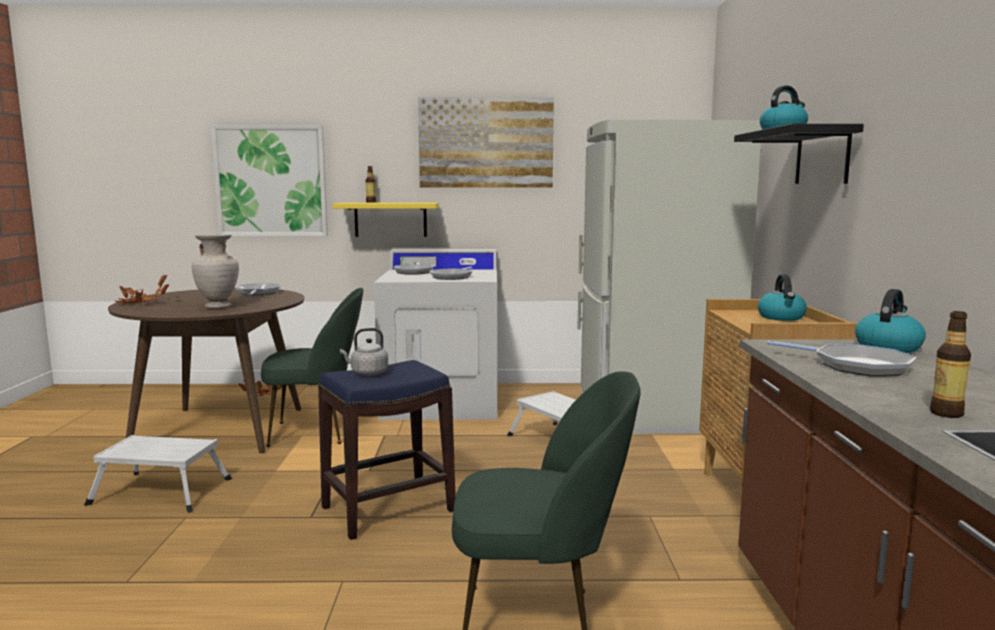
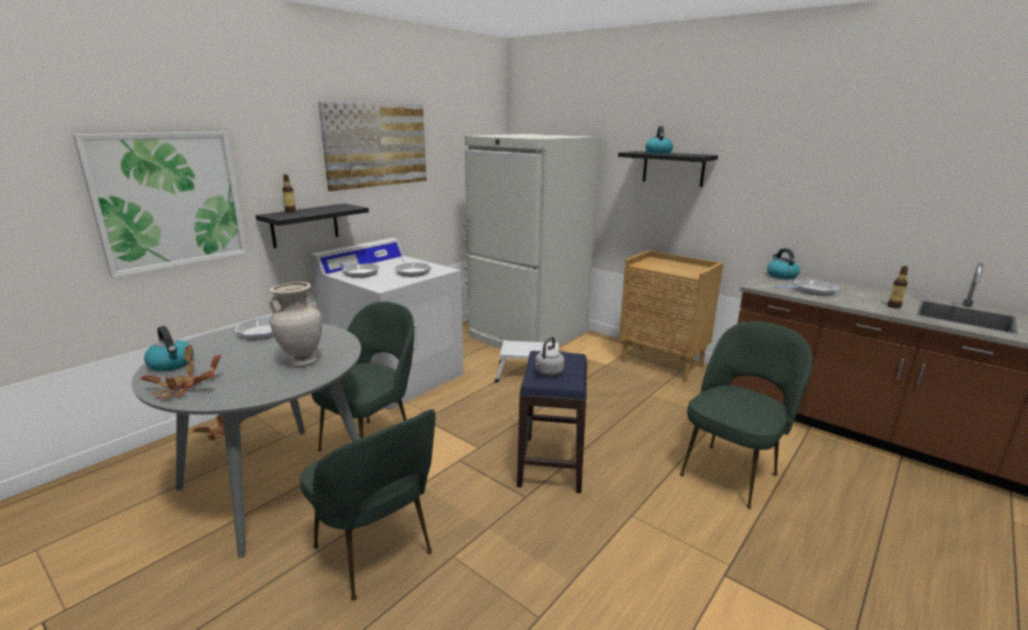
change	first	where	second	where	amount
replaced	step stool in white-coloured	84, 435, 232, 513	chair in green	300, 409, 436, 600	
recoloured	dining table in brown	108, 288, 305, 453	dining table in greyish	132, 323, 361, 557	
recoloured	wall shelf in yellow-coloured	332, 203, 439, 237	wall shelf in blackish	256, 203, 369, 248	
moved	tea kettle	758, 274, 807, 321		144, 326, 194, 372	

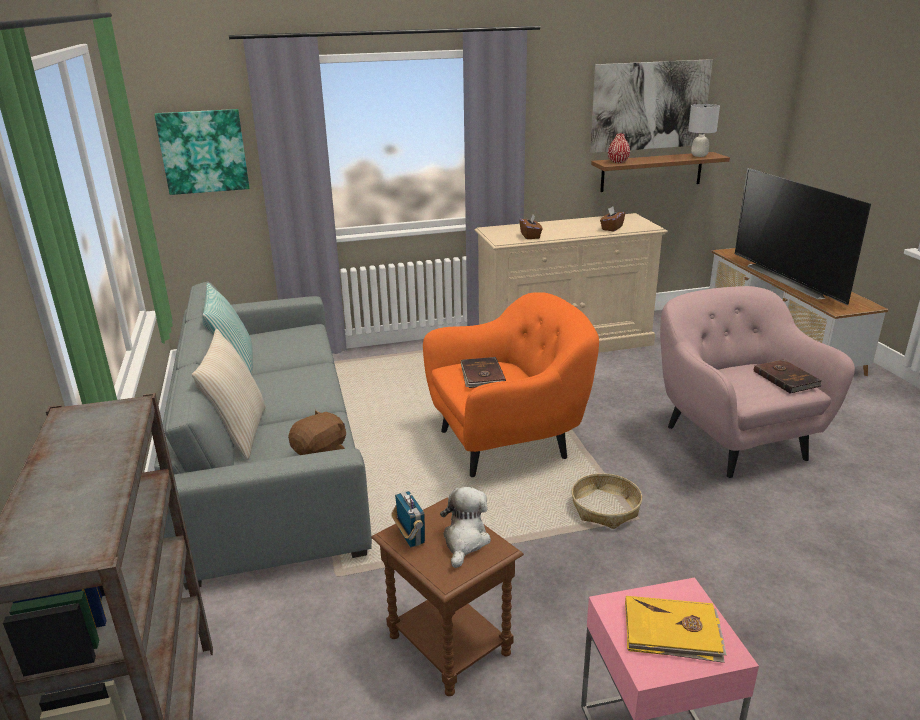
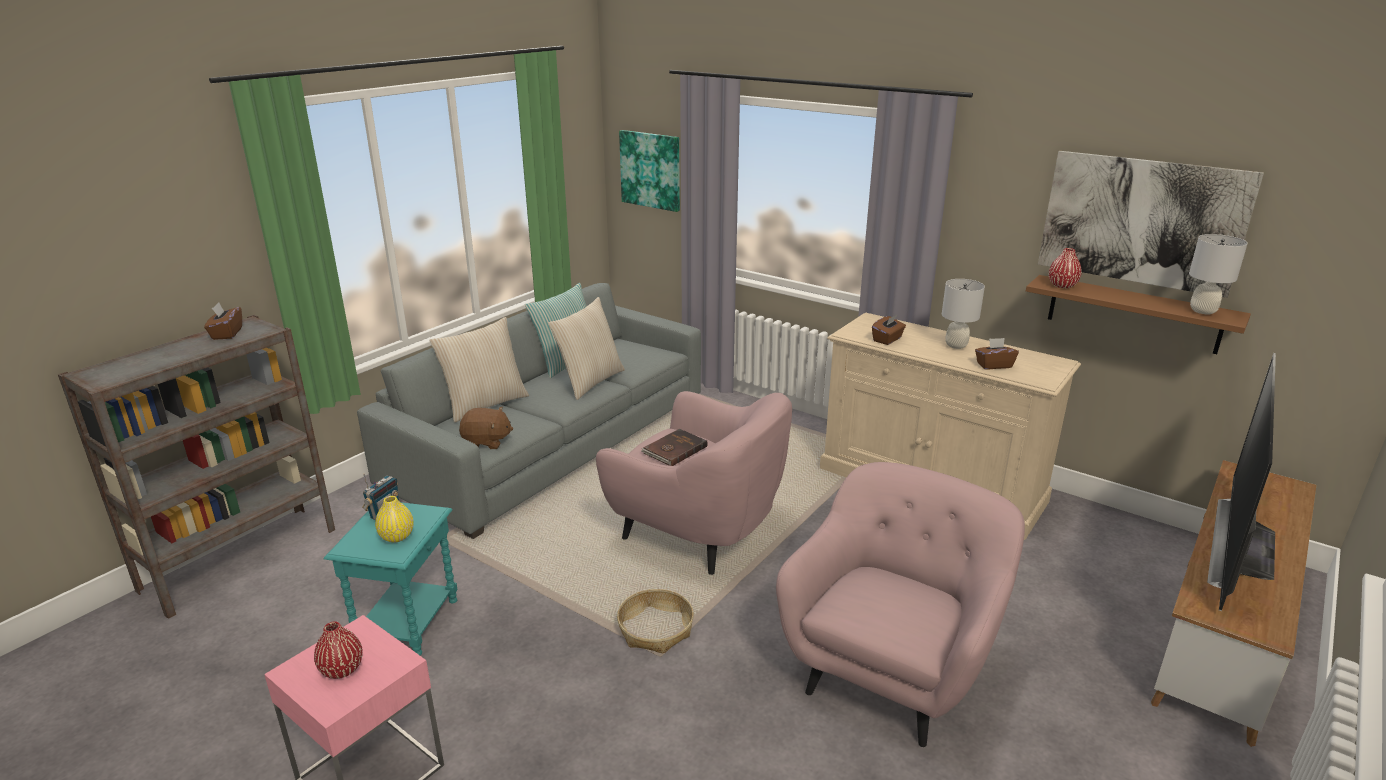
change	first	where	second	where	amount
recoloured	accent table in brown	371, 498, 524, 696	accent table in turquoise	324, 502, 457, 655	
recoloured	armchair in orange	423, 292, 599, 477	armchair in pink	596, 391, 792, 575	
replaced	plush toy	440, 487, 491, 568	vase in yellow-coloured	375, 496, 414, 542	
replaced	bound book in yellow-coloured	625, 596, 727, 663	vase in red	314, 621, 363, 679	
removed	bound book in brown	754, 359, 822, 394			
added			tissue box in brown	204, 302, 242, 340	
added			throw pillow in sand-coloured	548, 297, 625, 400	
added			tabletop lamp in greyish	942, 279, 985, 349	

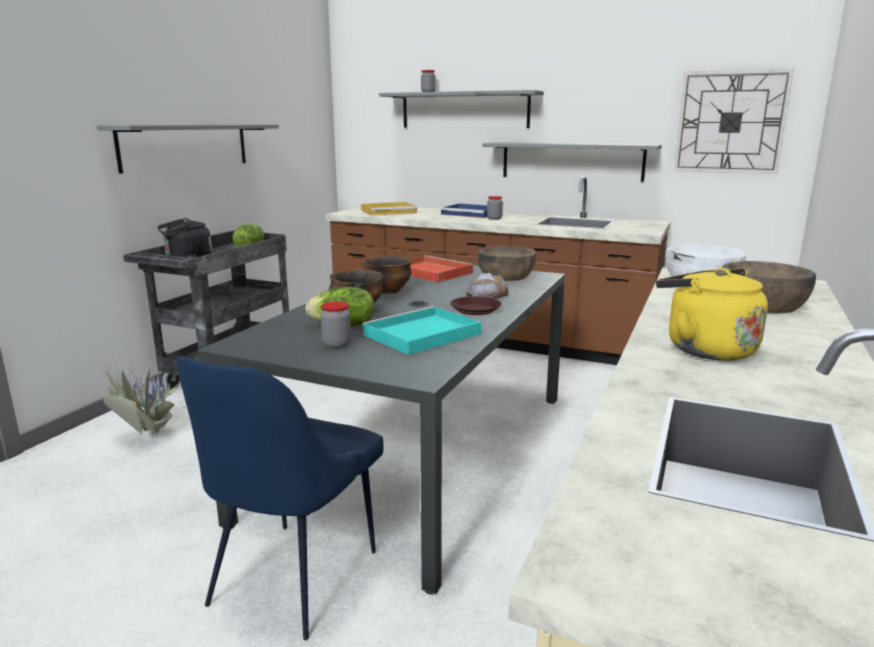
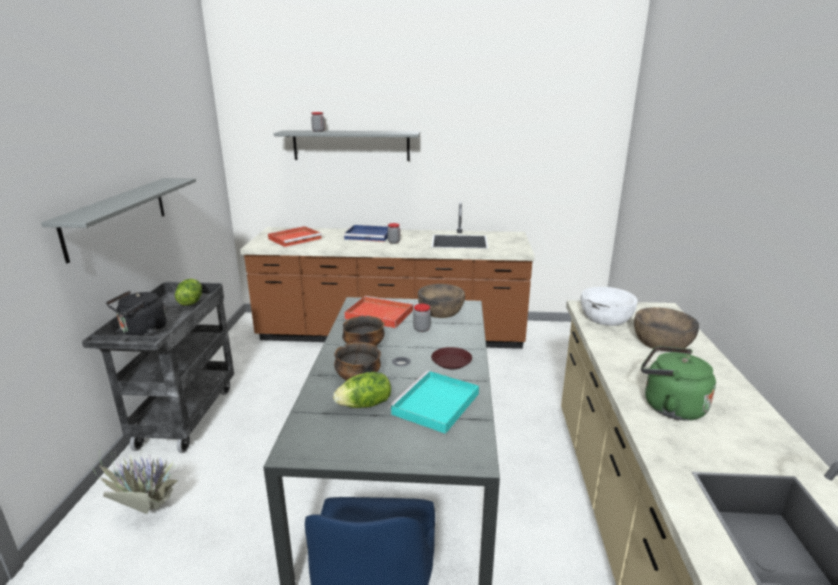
change	first	where	second	where	amount
moved	jar	321, 301, 351, 348		413, 304, 431, 332	
recoloured	tray in yellow-coloured	361, 202, 417, 215	tray in red	268, 226, 322, 247	
removed	bread	466, 273, 510, 299			
removed	wall shelf in greyish	482, 142, 662, 182			
recoloured	tea kettle in yellow-coloured	656, 268, 768, 360	tea kettle in green	641, 346, 716, 420	
removed	wall clock	674, 69, 794, 174			

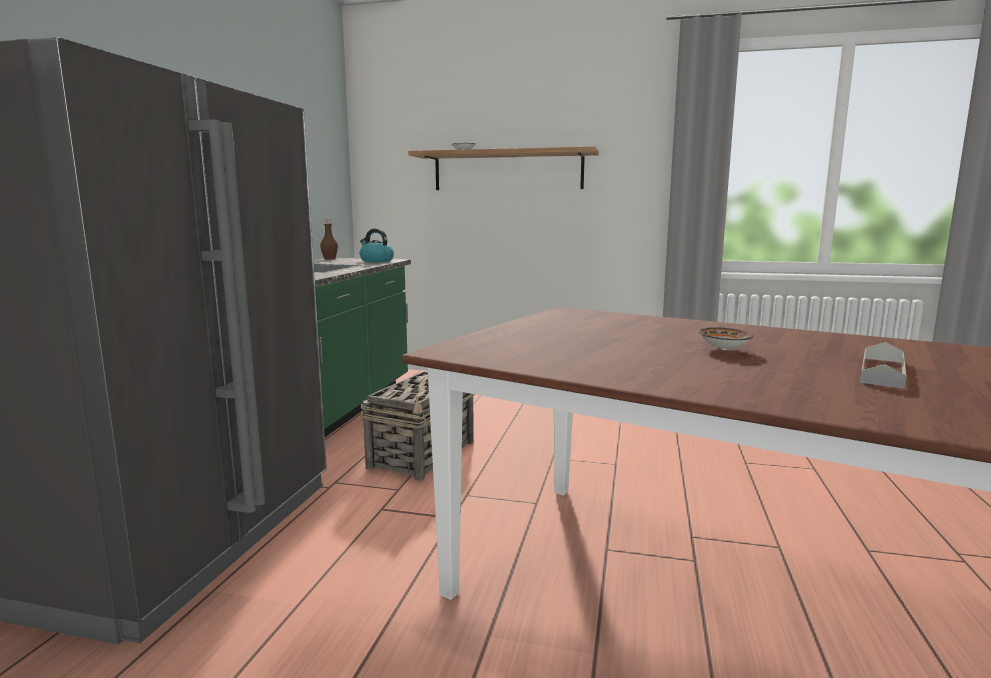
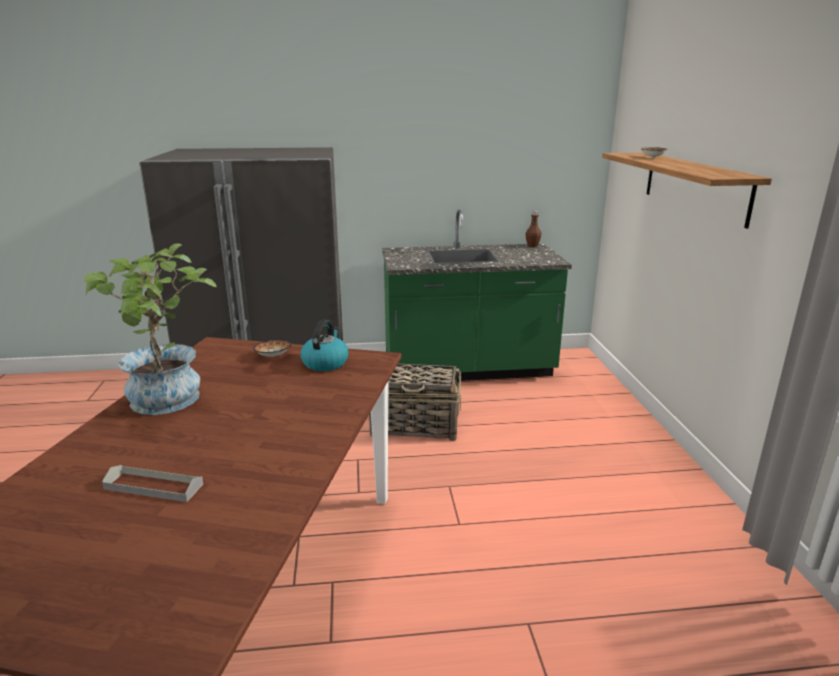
change	first	where	second	where	amount
moved	tea kettle	360, 228, 394, 262		300, 320, 349, 371	
moved	bowl	698, 327, 753, 350		253, 340, 292, 357	
added			potted plant	84, 243, 217, 415	

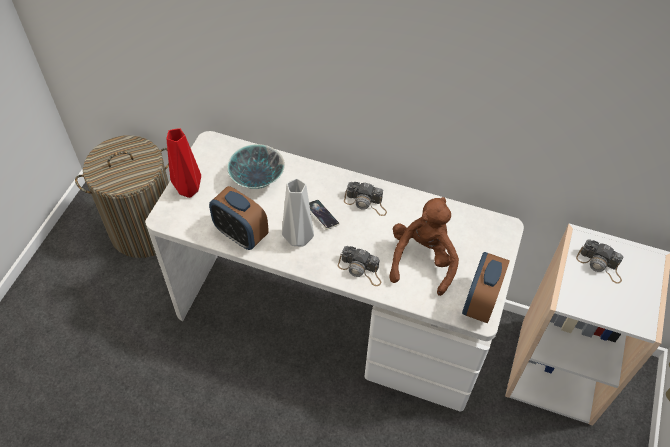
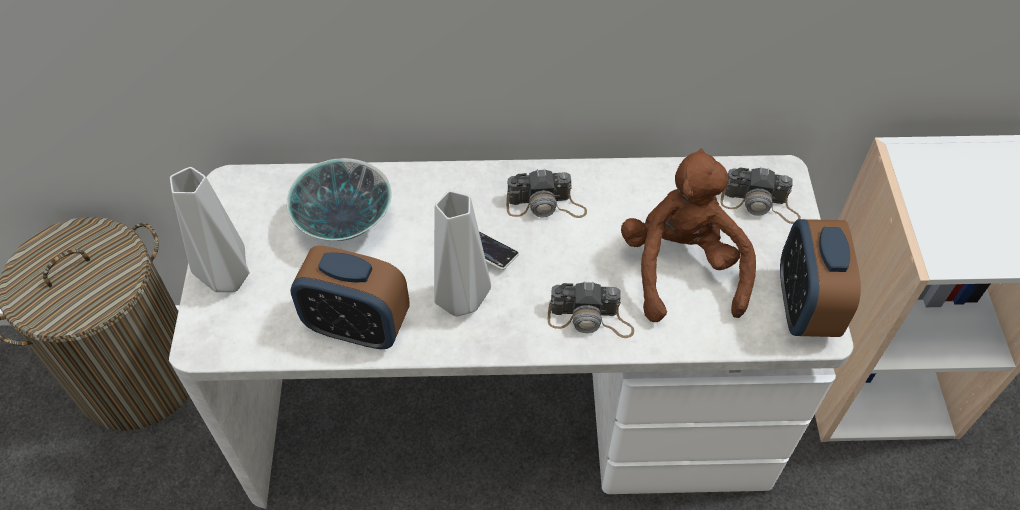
change	first	where	second	where	amount
recoloured	vase in red	167, 128, 201, 198	vase in greyish	170, 167, 250, 292	
moved	photo camera	576, 240, 623, 284		720, 167, 801, 224	

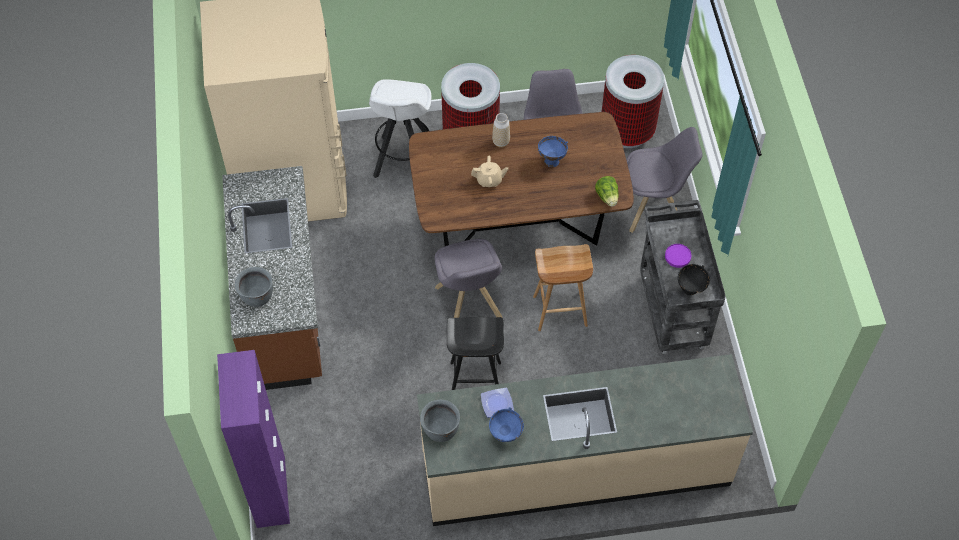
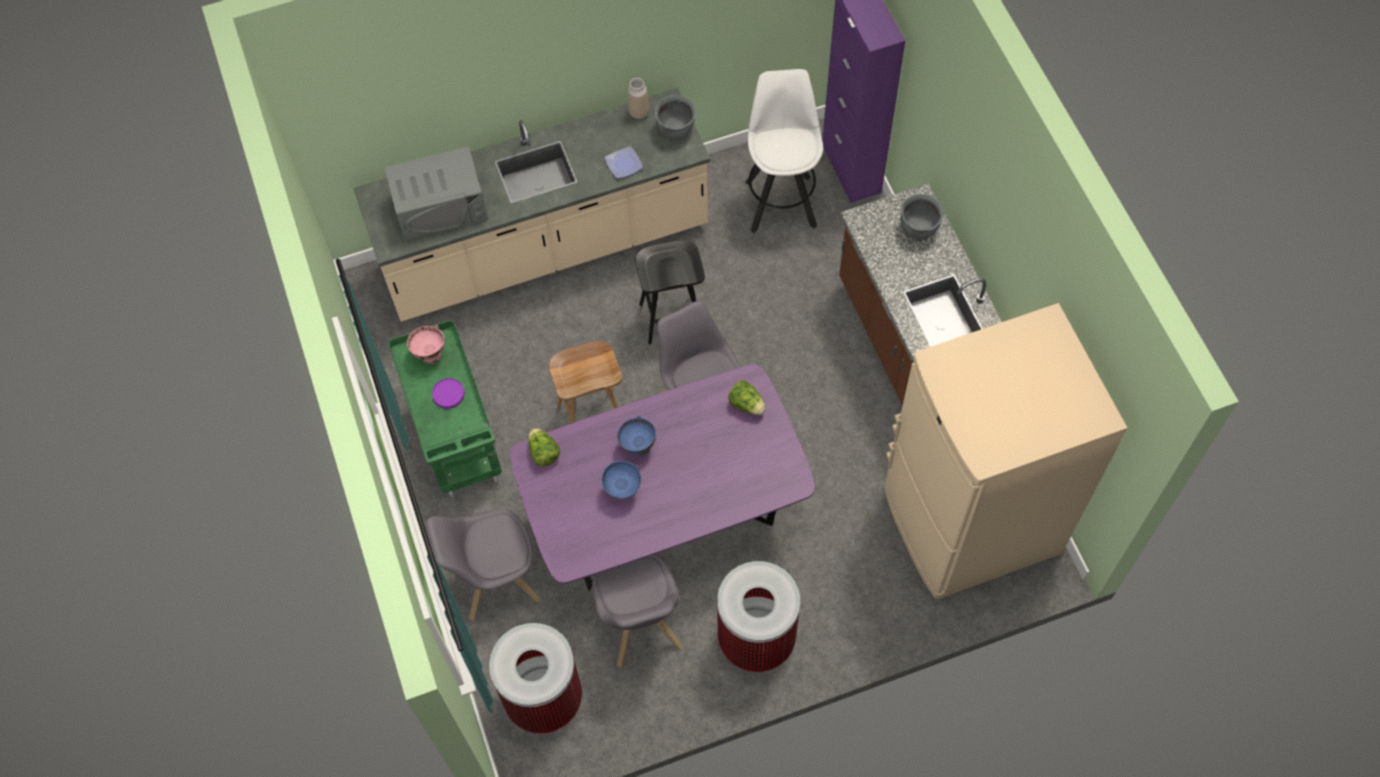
change	first	where	second	where	amount
moved	stool in white-coloured	369, 79, 431, 178		745, 69, 823, 233	
recoloured	dining table in brown	409, 112, 634, 246	dining table in purplish	510, 364, 815, 591	
removed	tea pot in sand-coloured	471, 156, 508, 187			
moved	bowl in bluish	489, 407, 524, 442		617, 415, 656, 456	
moved	vase	492, 113, 510, 147		628, 78, 649, 119	
recoloured	trolley in blackish	640, 200, 726, 354	trolley in green	388, 320, 502, 498	
recoloured	bowl in blackish	678, 264, 710, 295	bowl in pink	407, 325, 445, 364	
added			microwave in greyish	385, 146, 488, 240	
added			lettuce	728, 380, 765, 415	

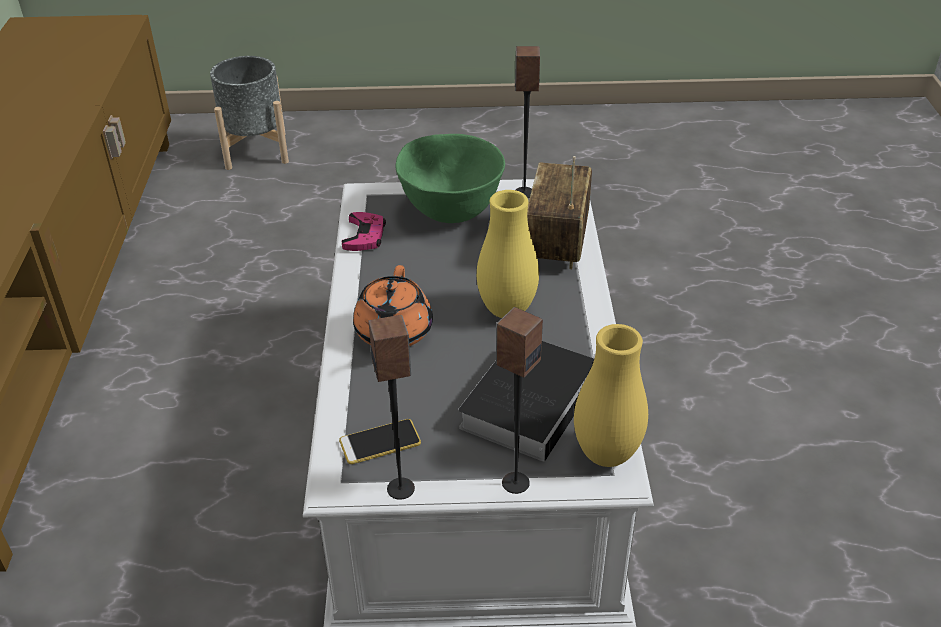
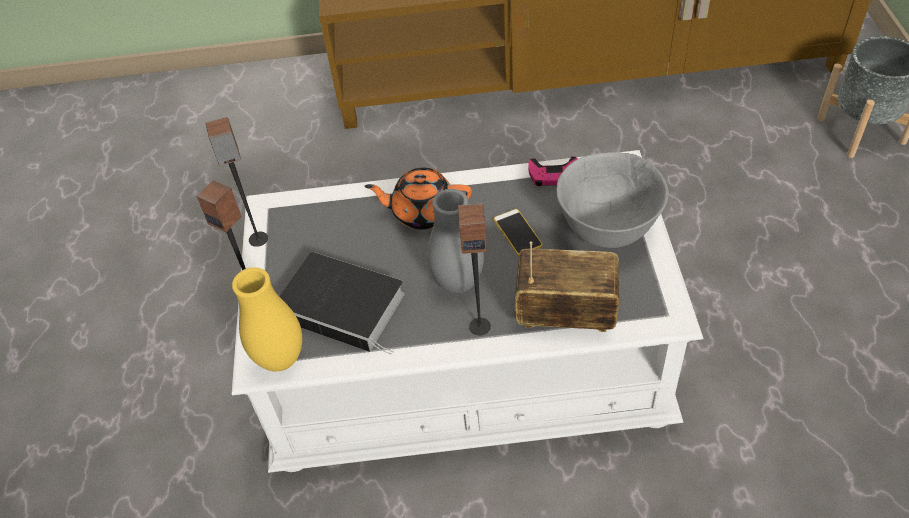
change	first	where	second	where	amount
moved	telephone	339, 419, 421, 464		494, 209, 543, 255	
recoloured	bowl in green	396, 134, 505, 223	bowl in greyish	557, 152, 669, 248	
recoloured	vase in yellow-coloured	477, 190, 539, 318	vase in greyish	427, 189, 484, 293	
moved	speaker	515, 46, 540, 198		458, 203, 491, 335	

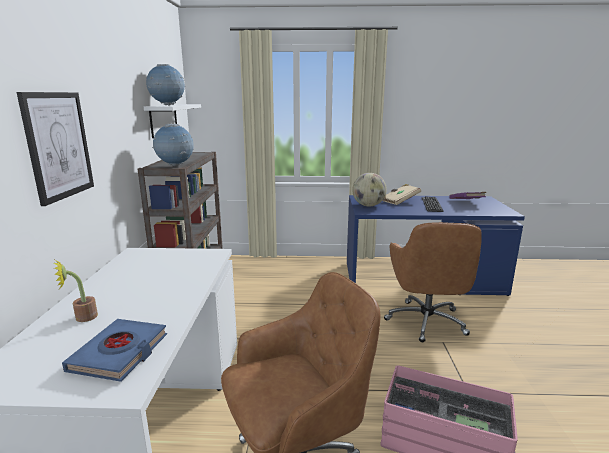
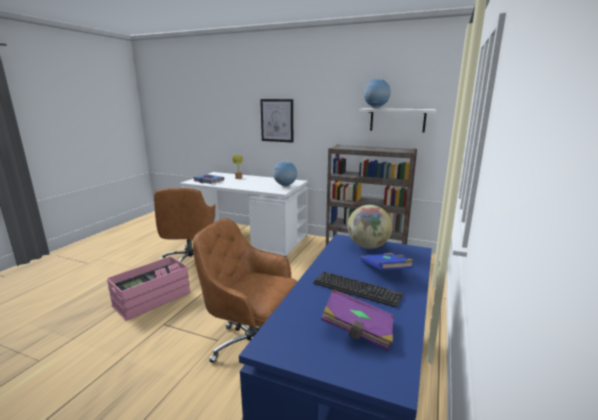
change	first	where	second	where	amount
moved	world globe	152, 124, 194, 166		273, 161, 297, 187	
recoloured	bound book in sand-coloured	383, 184, 421, 205	bound book in bluish	361, 253, 413, 270	

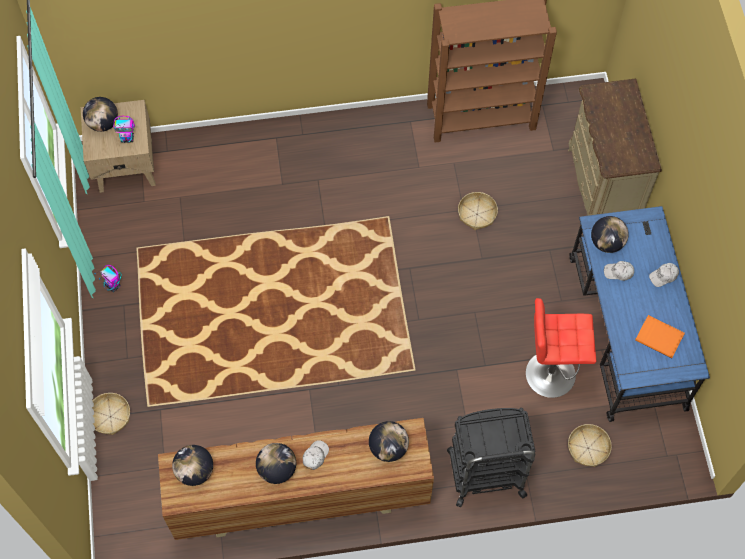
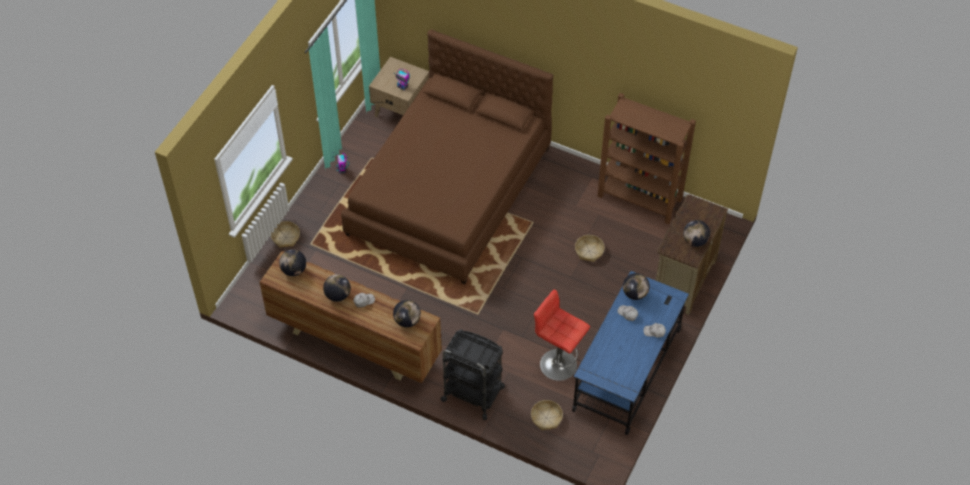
change	first	where	second	where	amount
moved	world globe	83, 97, 118, 132		683, 220, 710, 247	
removed	bound book in orange	635, 315, 685, 359			
added			bedroom bed in brown	341, 29, 553, 284	

